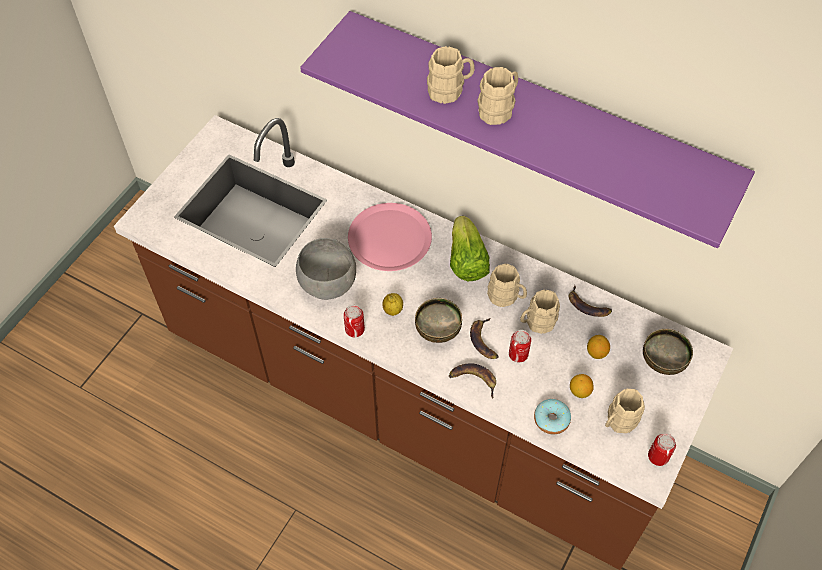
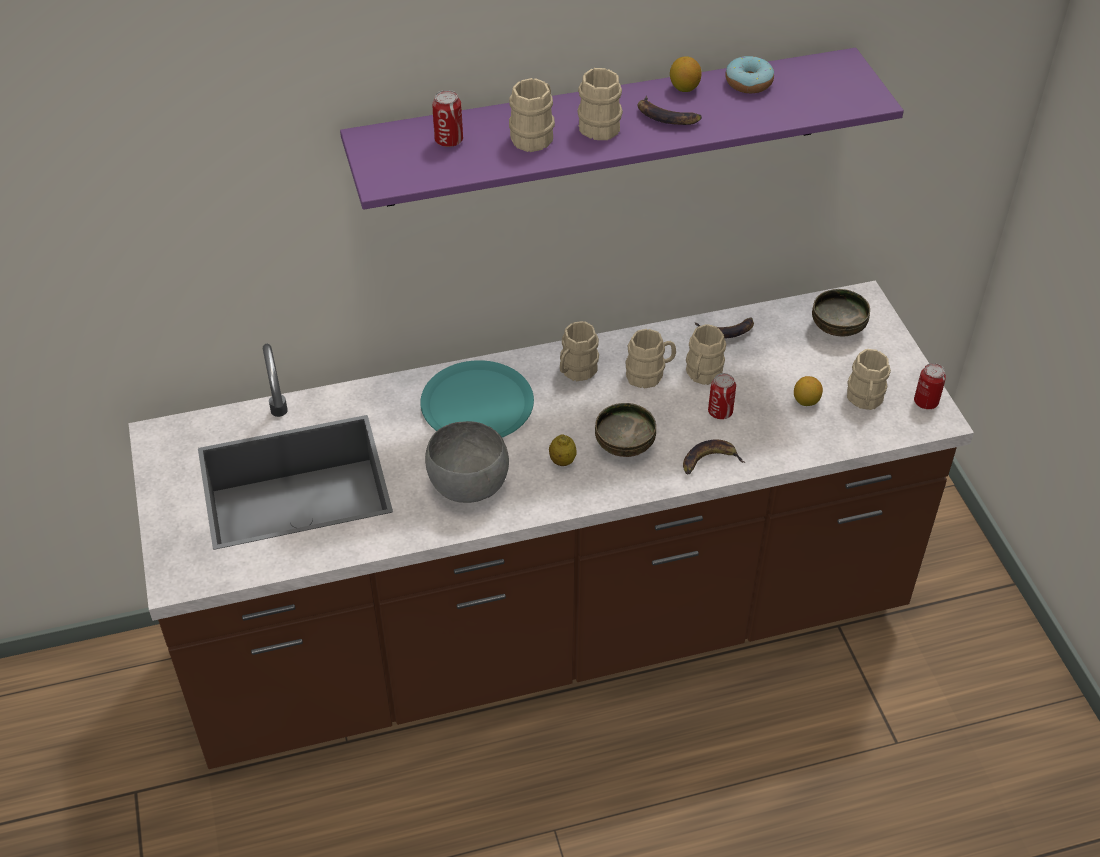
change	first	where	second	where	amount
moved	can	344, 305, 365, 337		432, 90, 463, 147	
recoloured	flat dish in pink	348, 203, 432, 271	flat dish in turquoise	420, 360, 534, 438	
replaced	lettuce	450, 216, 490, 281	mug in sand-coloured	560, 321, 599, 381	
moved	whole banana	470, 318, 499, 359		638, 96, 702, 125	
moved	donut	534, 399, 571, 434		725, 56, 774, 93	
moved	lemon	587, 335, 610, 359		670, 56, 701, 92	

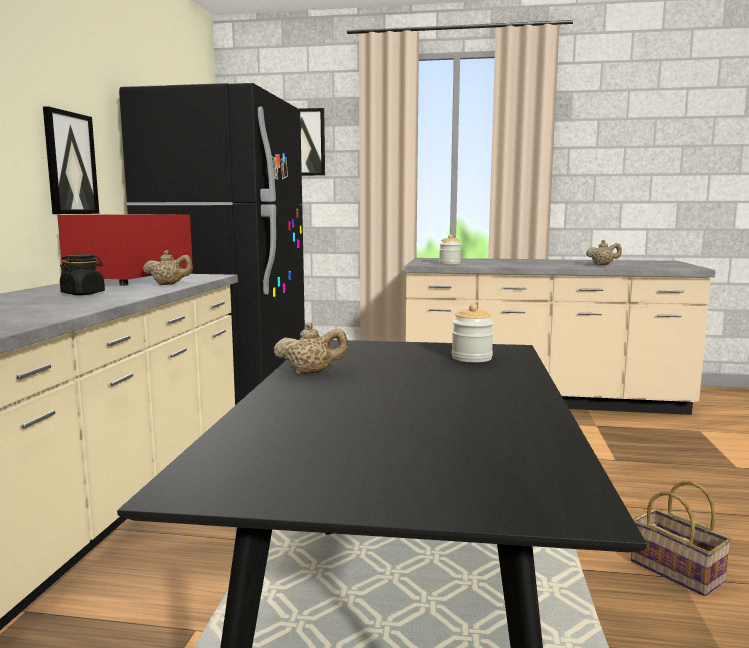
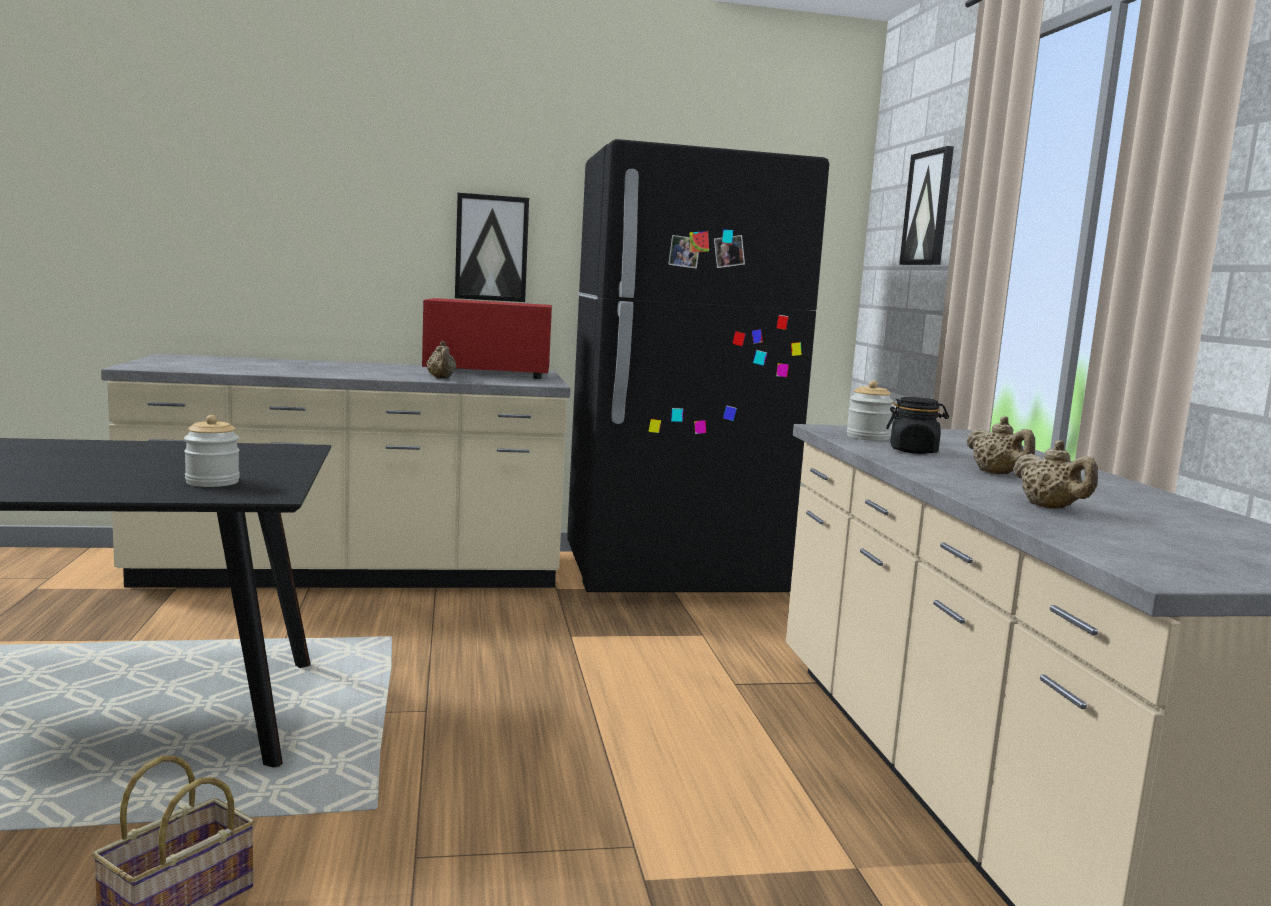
change	first	where	second	where	amount
moved	jar in blackish	60, 254, 105, 295		886, 397, 949, 454	
moved	tea pot in sand-coloured	274, 322, 348, 375		966, 416, 1035, 474	

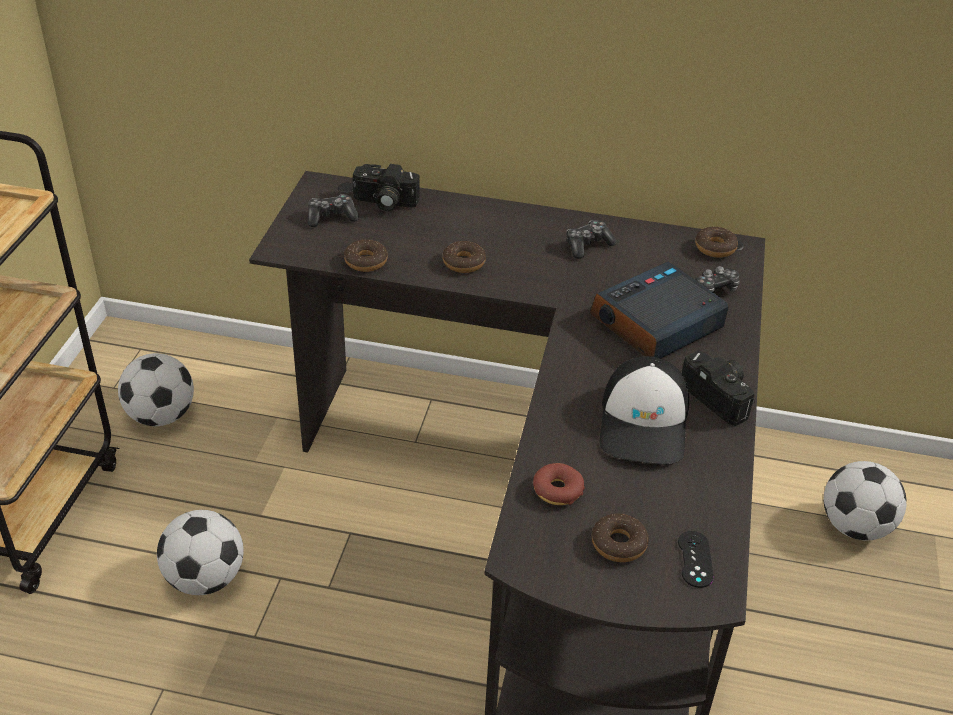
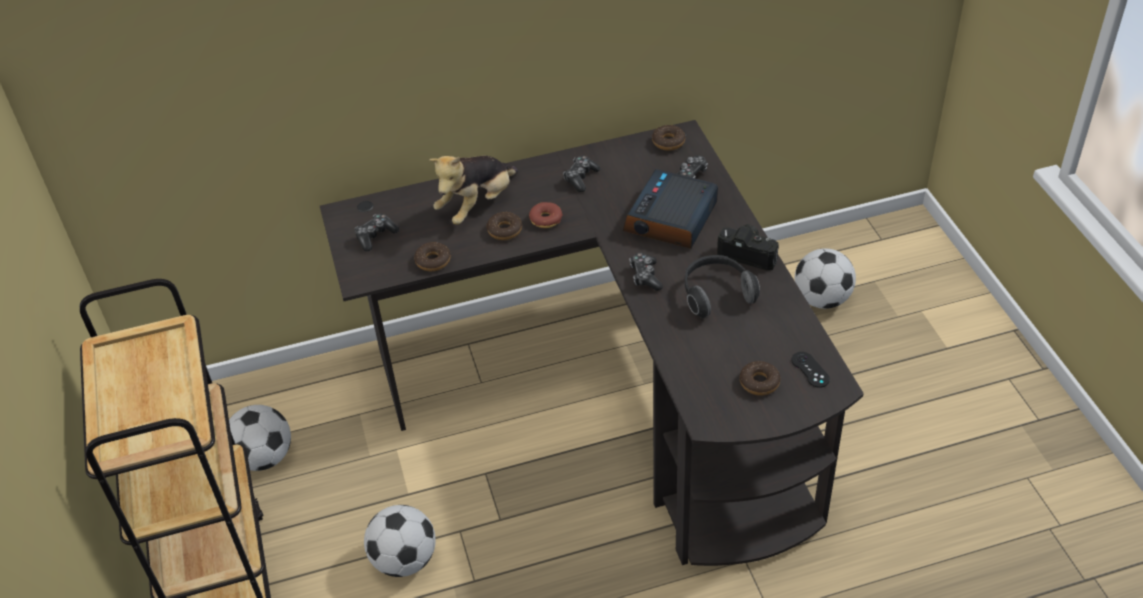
change	first	where	second	where	amount
removed	photo camera	352, 164, 420, 211			
moved	donut	533, 463, 585, 505		529, 202, 563, 228	
replaced	baseball cap	600, 356, 689, 464	headphones	685, 255, 760, 318	
added			plush toy	429, 156, 518, 225	
added			joypad	629, 253, 663, 291	

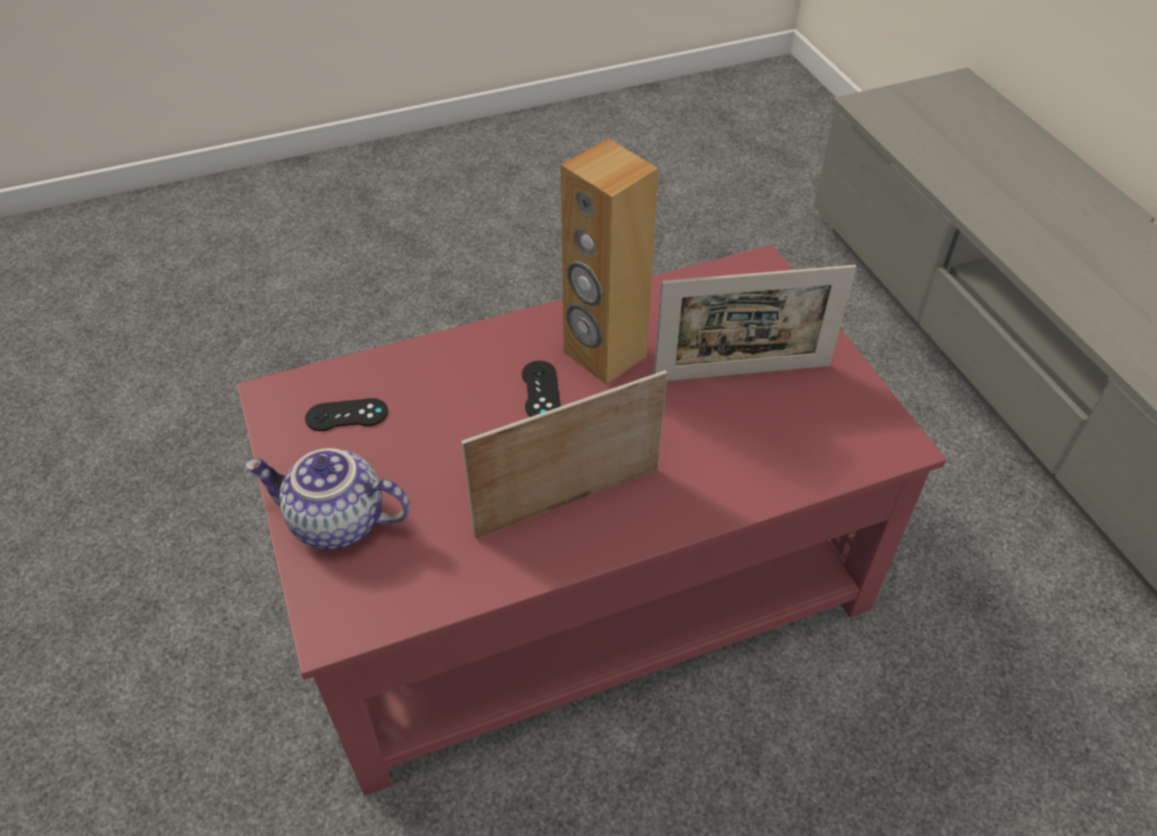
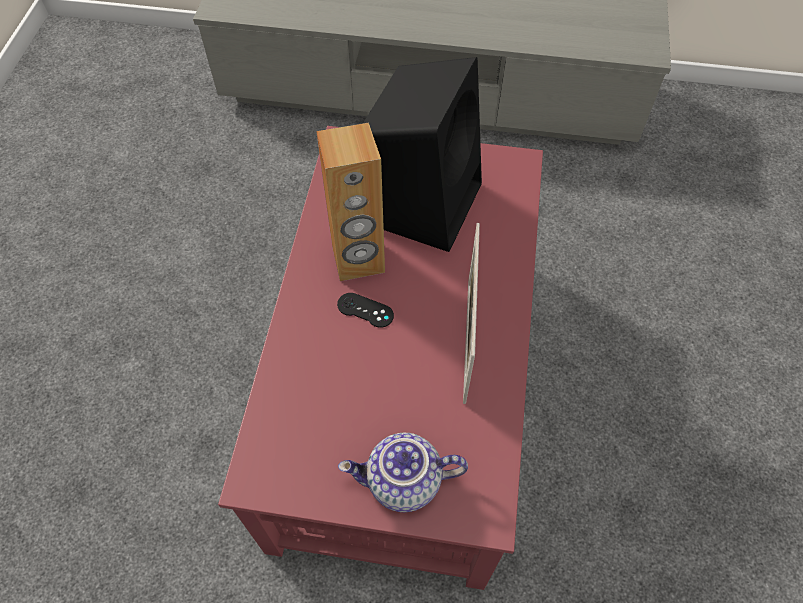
change	first	where	second	where	amount
turned	tea pot	245, 448, 410, 549		338, 433, 468, 512	45 degrees clockwise
removed	joypad in blackish	305, 398, 388, 431			
replaced	photo frame	654, 265, 856, 381	speaker in blackish	363, 57, 482, 252	

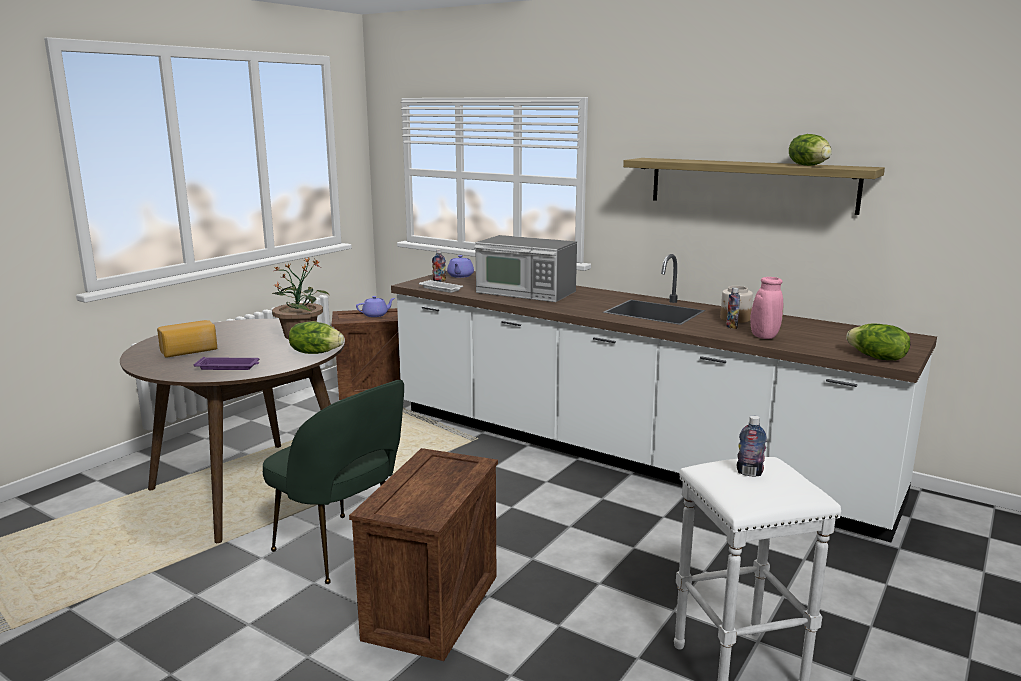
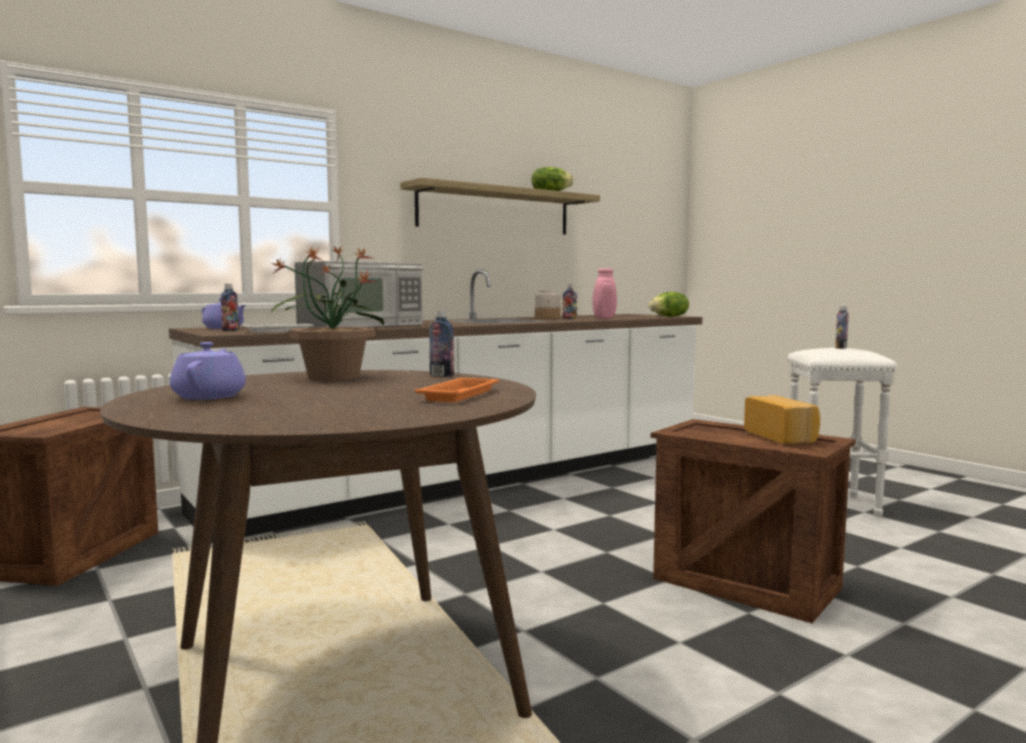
change	first	where	second	where	amount
moved	bread	157, 320, 217, 358		744, 395, 820, 444	
recoloured	tray in purplish	194, 357, 259, 370	tray in orange	415, 378, 499, 402	
removed	chair in green	263, 380, 404, 584			
replaced	lettuce	289, 321, 344, 354	bottle	429, 310, 454, 377	
moved	tea pot in purplish	356, 296, 395, 317		170, 342, 246, 400	

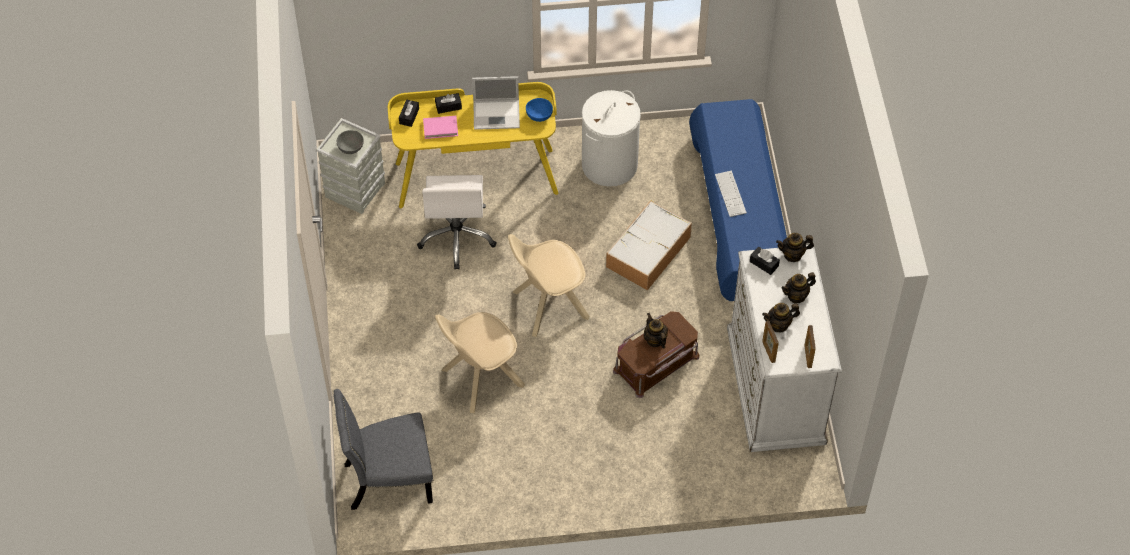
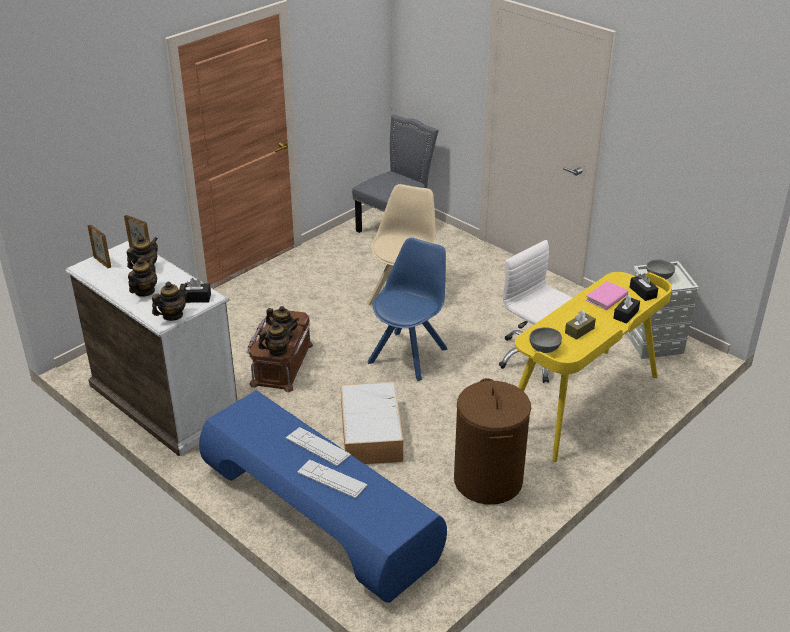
change	first	where	second	where	amount
replaced	laptop	472, 76, 520, 130	tissue box in brown	565, 310, 596, 340	
recoloured	chair in sand-coloured	508, 234, 590, 337	chair in bluish	368, 238, 448, 381	
recoloured	bowl in bluish	526, 98, 553, 122	bowl in greyish	529, 327, 562, 353	
recoloured	laundry basket in white-coloured	582, 90, 641, 187	laundry basket in brown	454, 378, 531, 505	
added			tea pot	258, 322, 294, 356	
added			computer keyboard	297, 460, 368, 498	

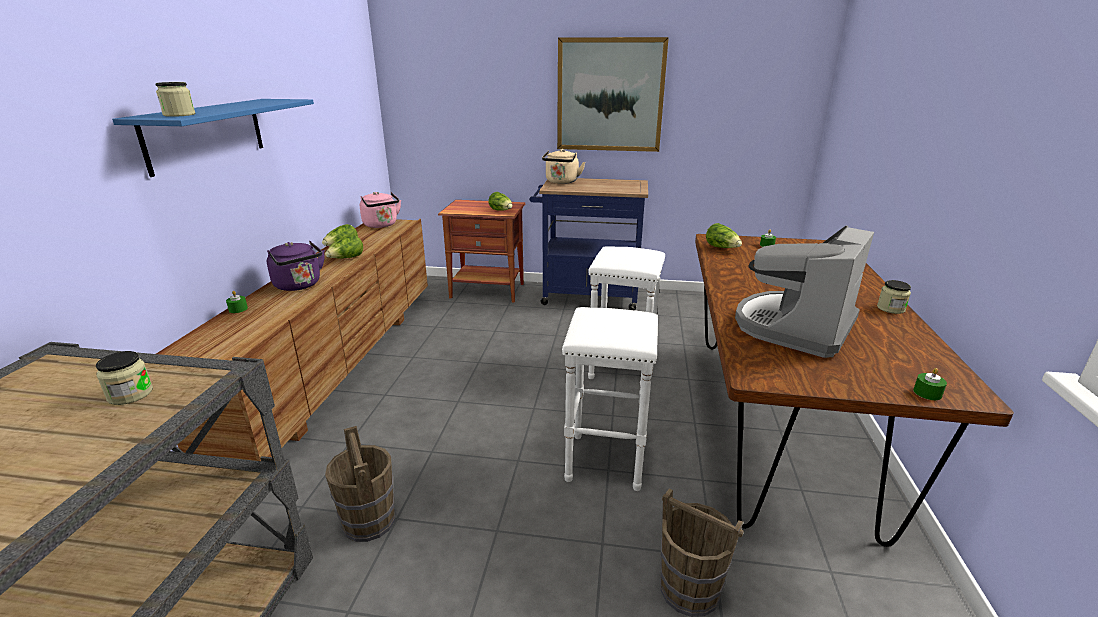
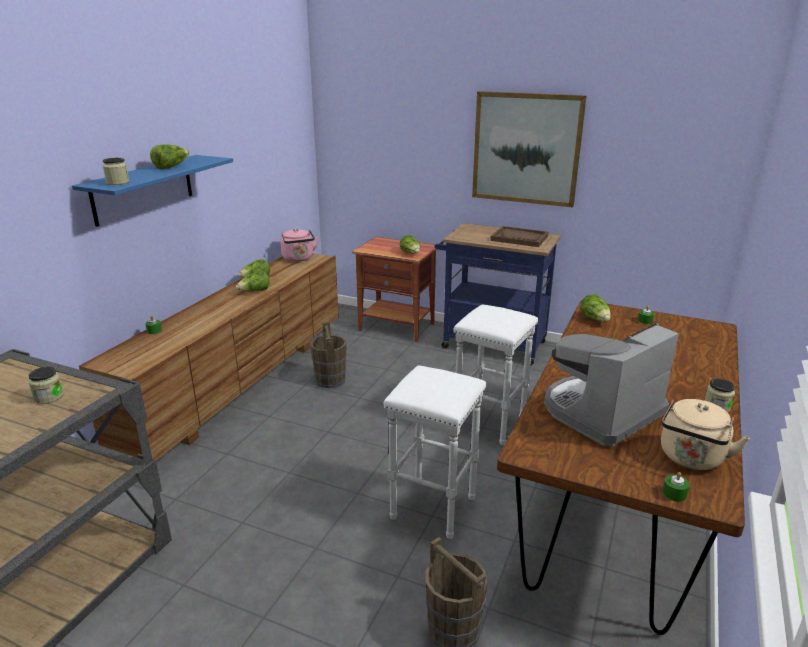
change	first	where	second	where	amount
removed	tea kettle in purplish	267, 241, 325, 291			
moved	bucket in brown	325, 426, 395, 542		310, 322, 347, 388	
moved	tea kettle in sand-coloured	542, 149, 585, 184		661, 399, 750, 470	
added			lettuce	150, 145, 189, 169	
added			tray in brown	490, 226, 549, 247	

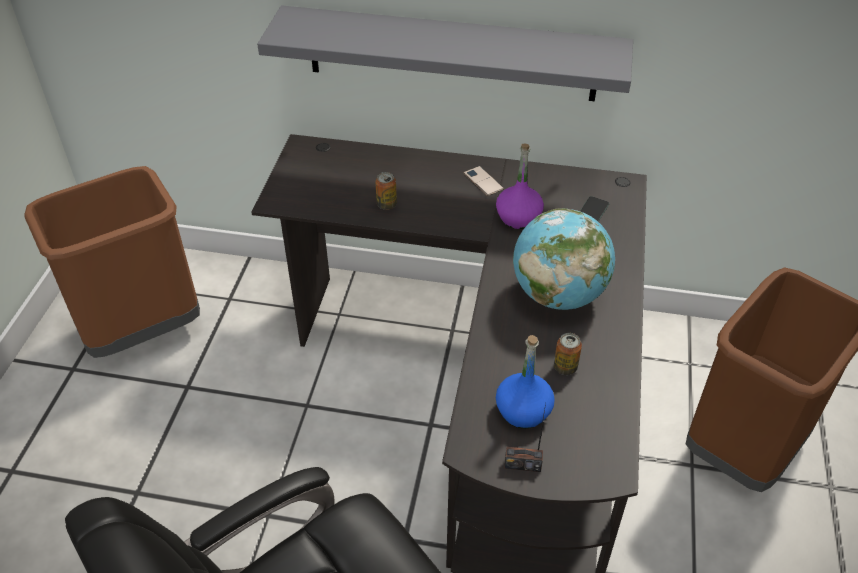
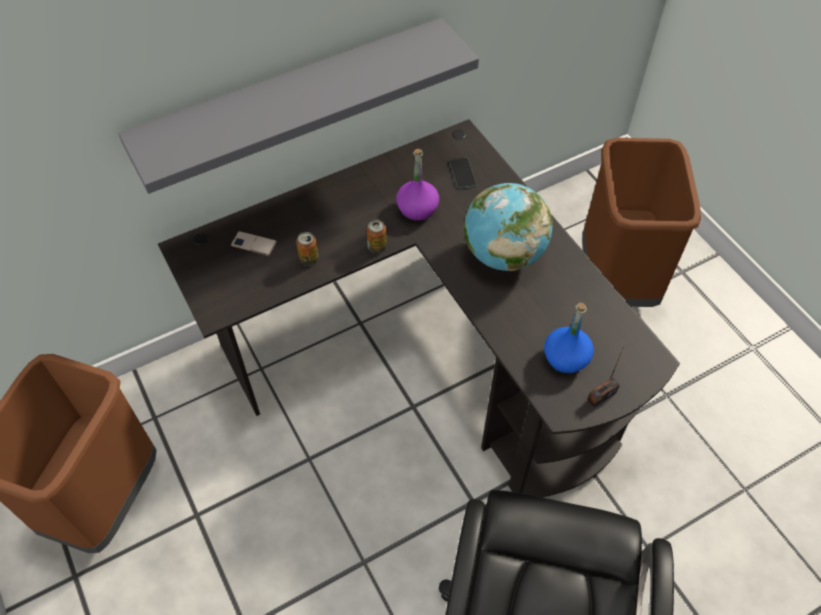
change	first	where	second	where	amount
moved	telephone	464, 166, 504, 196		231, 231, 277, 256	
moved	can	554, 333, 582, 375		367, 219, 387, 253	

